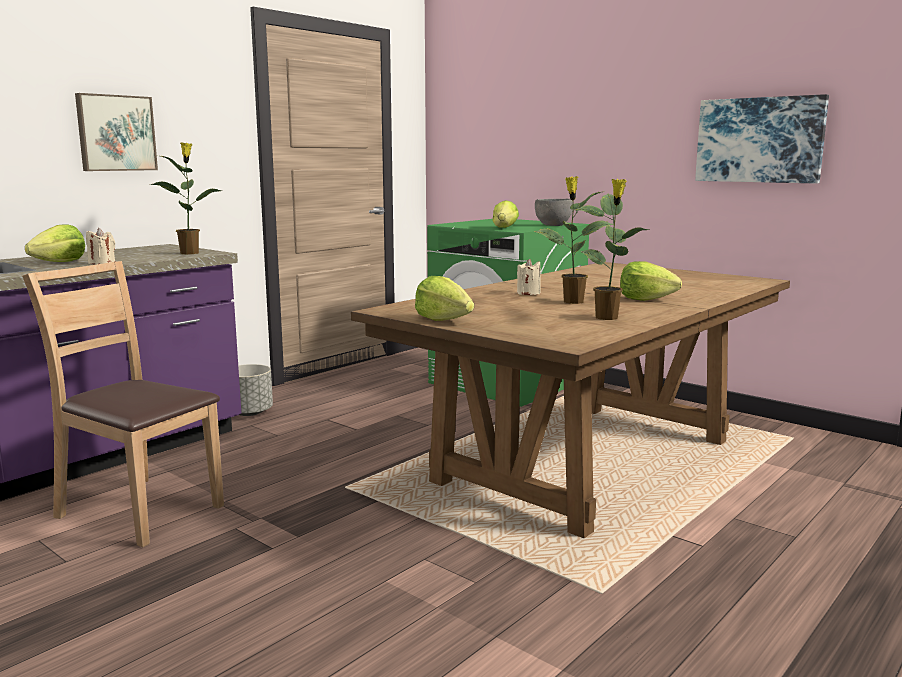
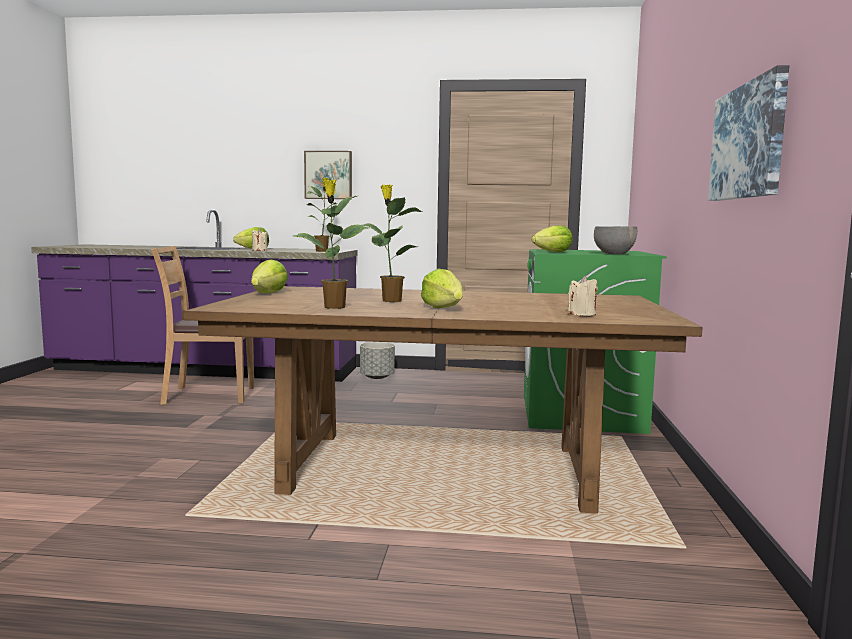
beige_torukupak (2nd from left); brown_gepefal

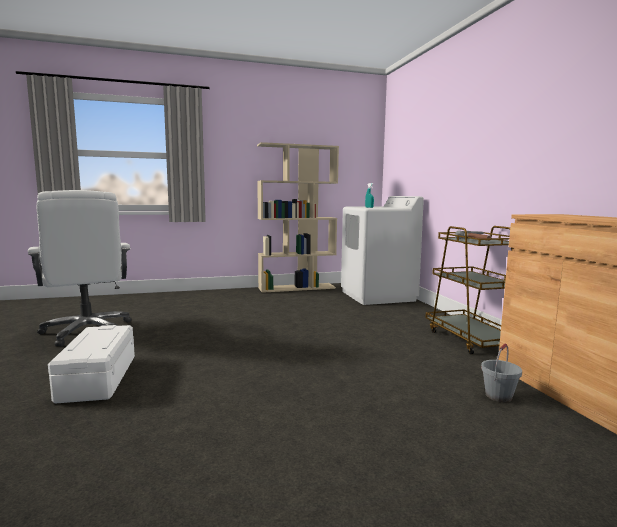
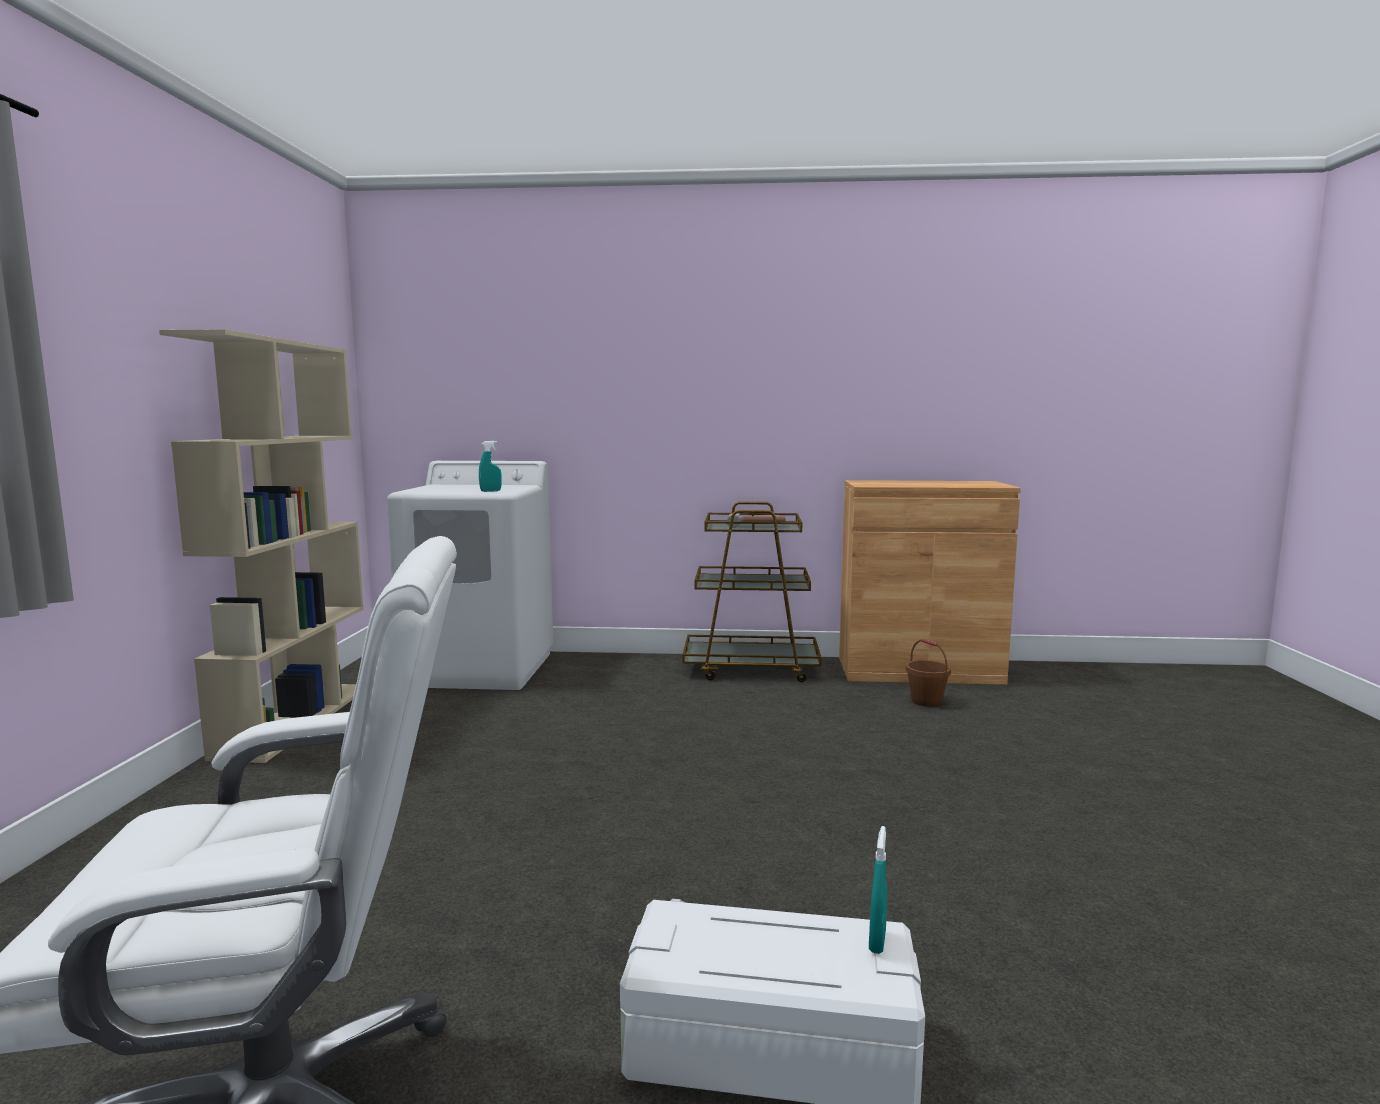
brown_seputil; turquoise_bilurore (2nd from left)

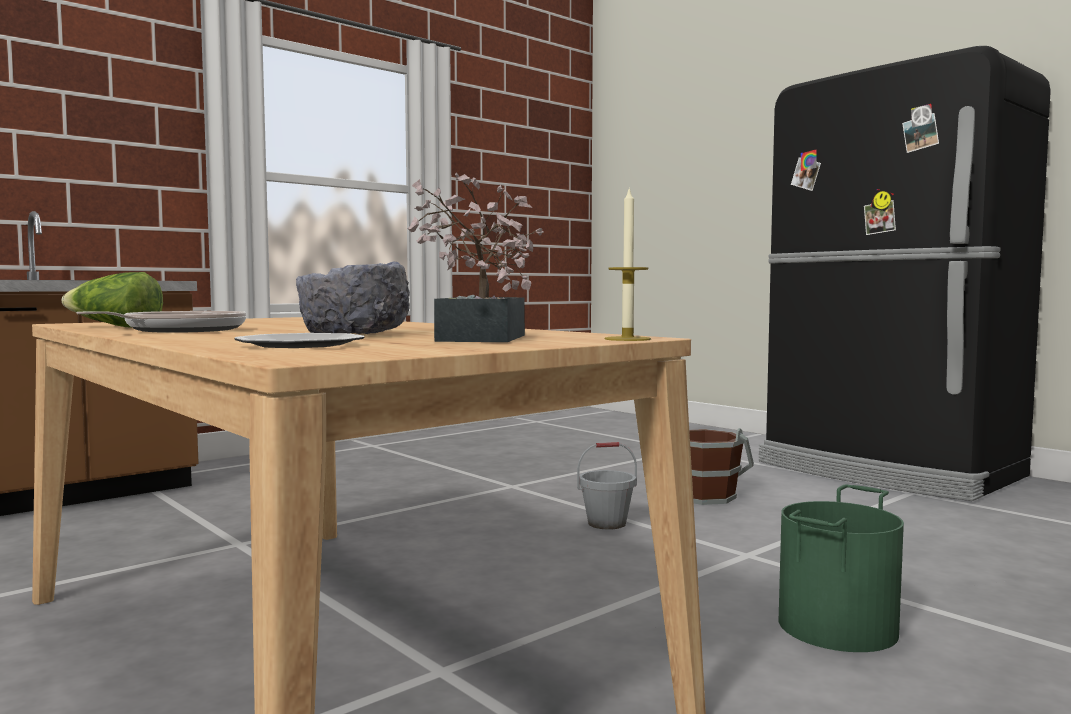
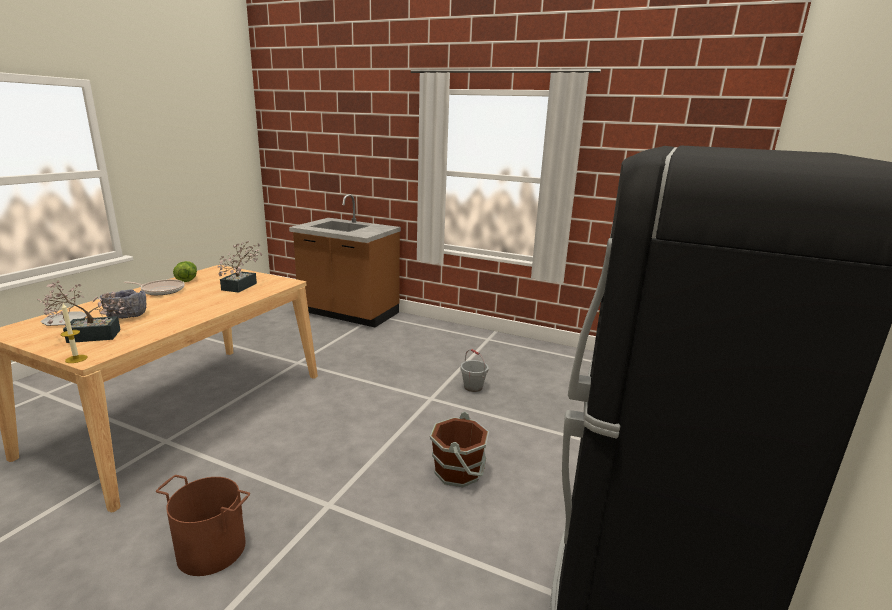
grey_seputil; brown_seputil (1st from left); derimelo (2nd from left)

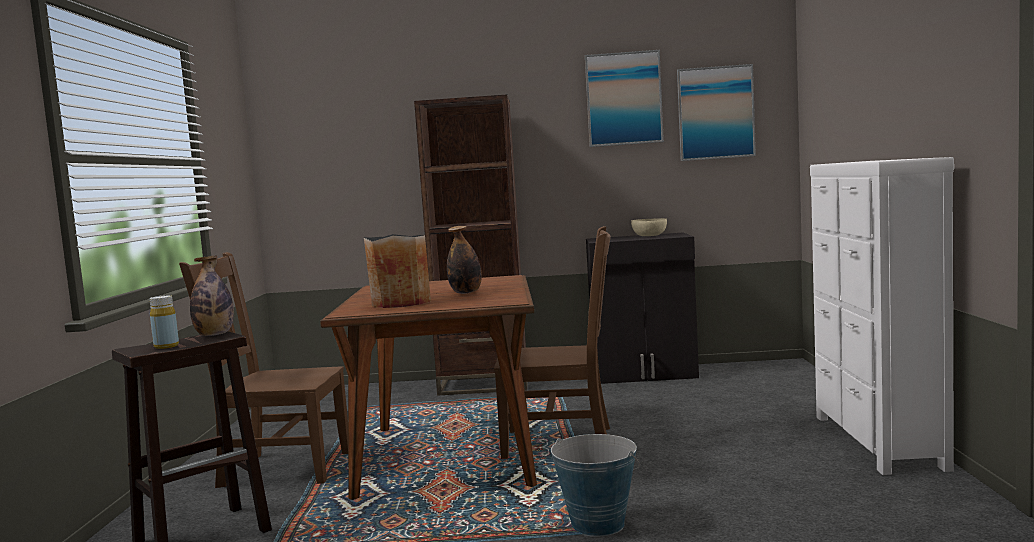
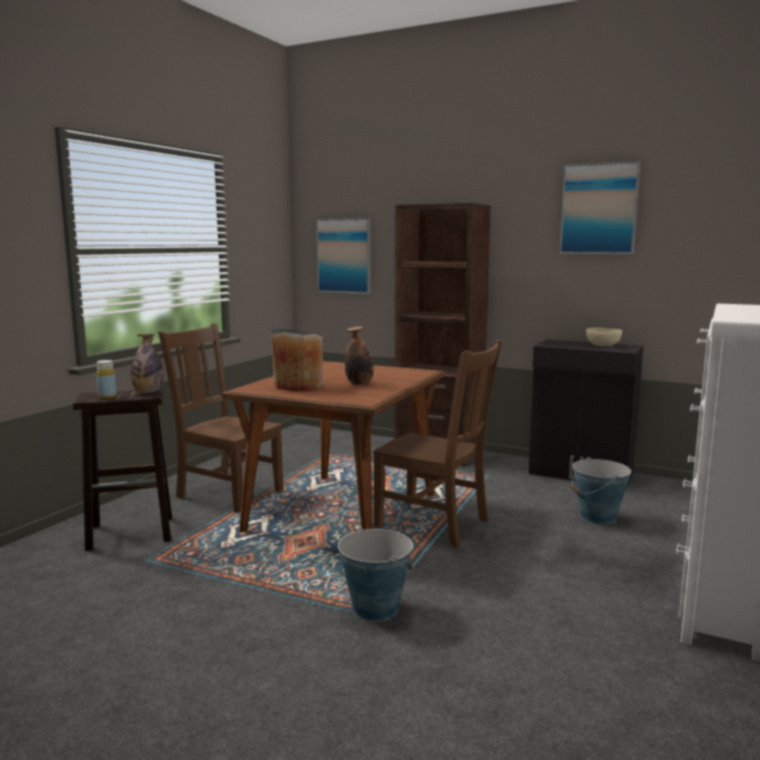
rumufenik (1st from left); seputil (2nd from left)

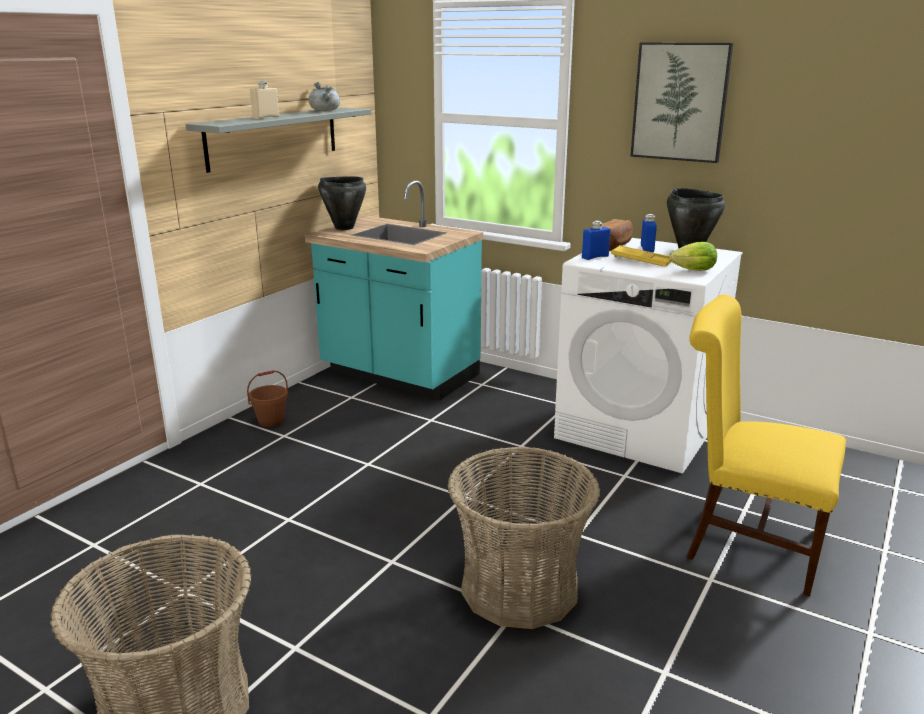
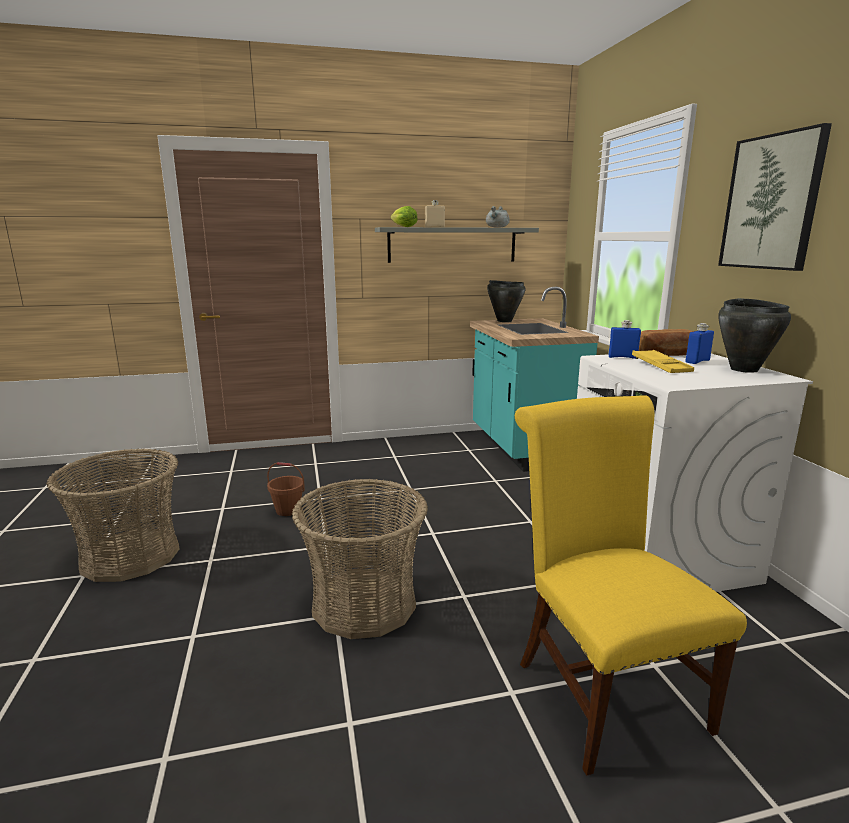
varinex; brown_seputil

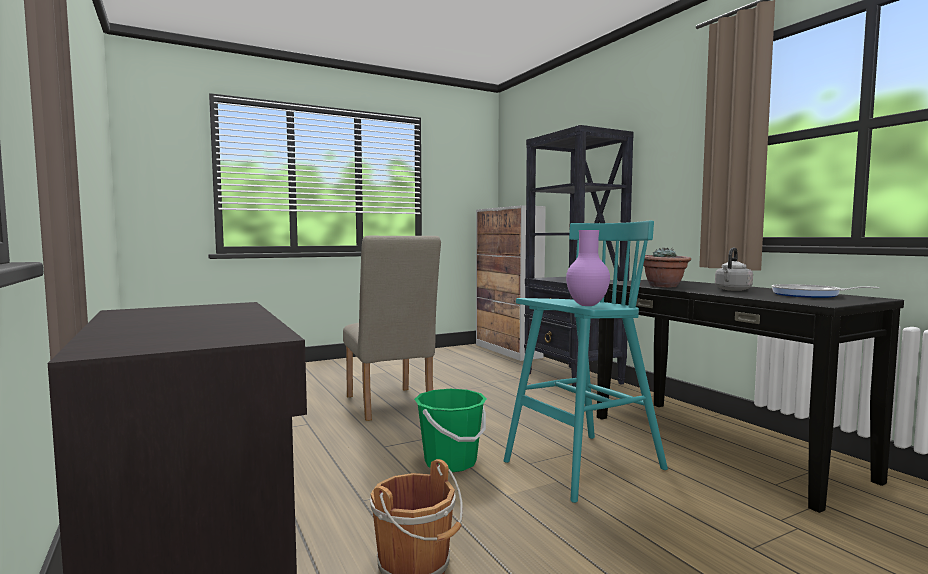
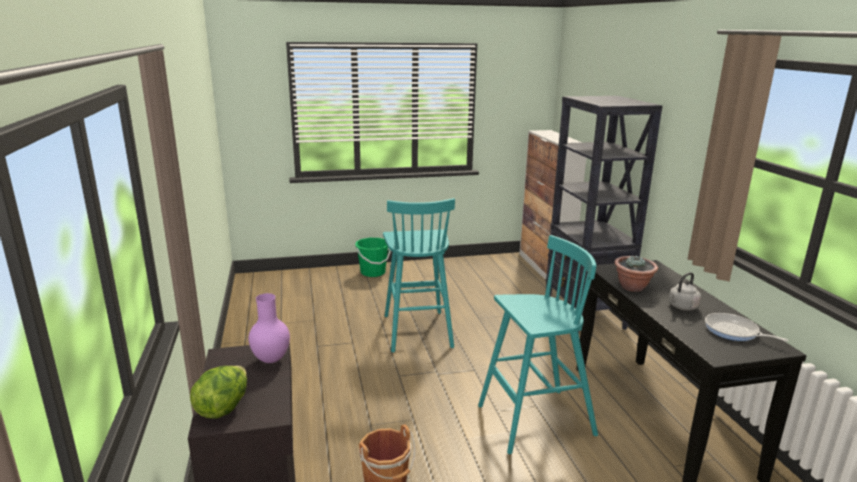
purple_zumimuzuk; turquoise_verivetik (1st from left); green_seputil; varinex

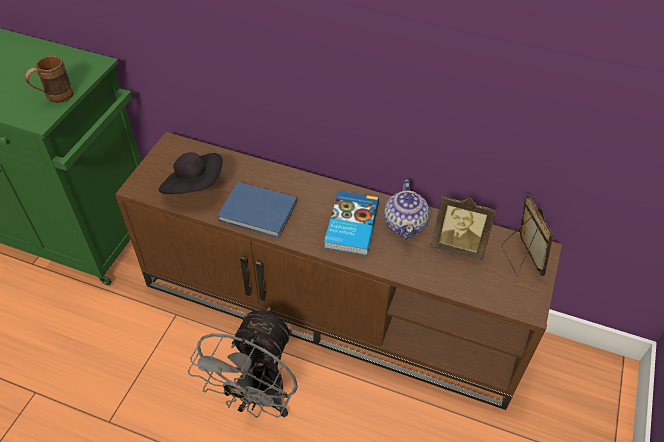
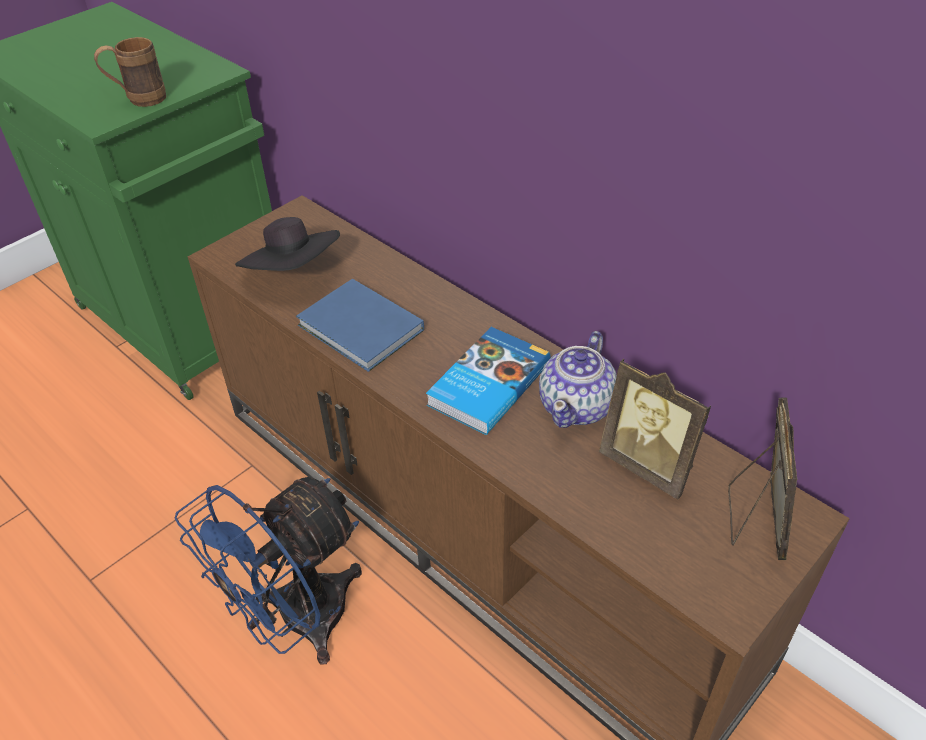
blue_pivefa

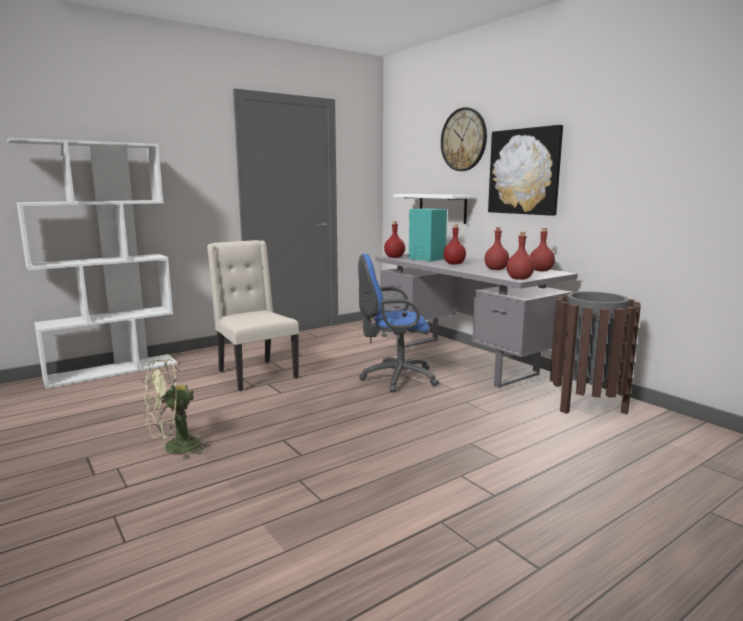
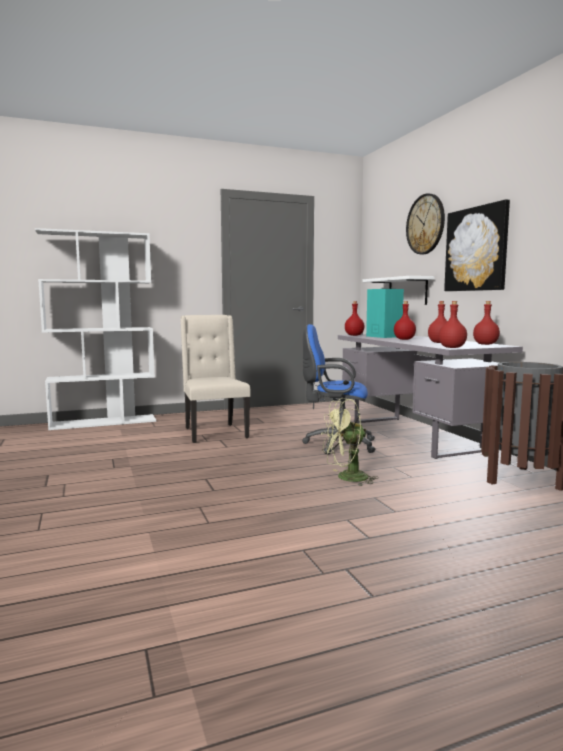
green_pivefa

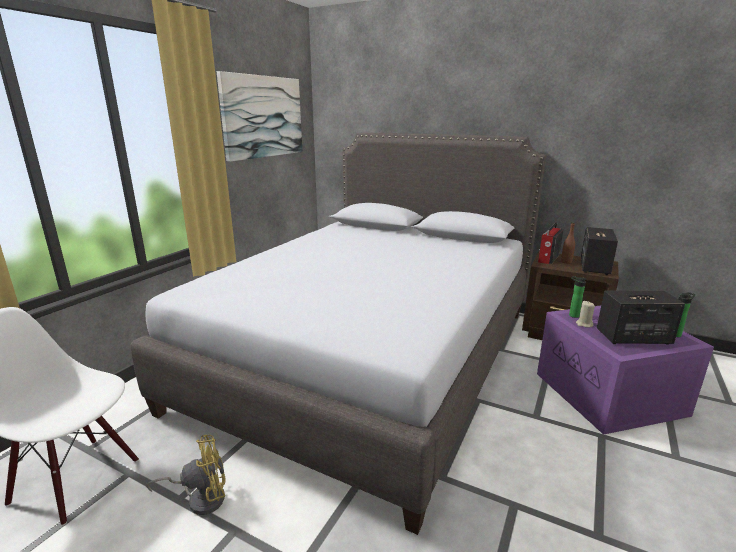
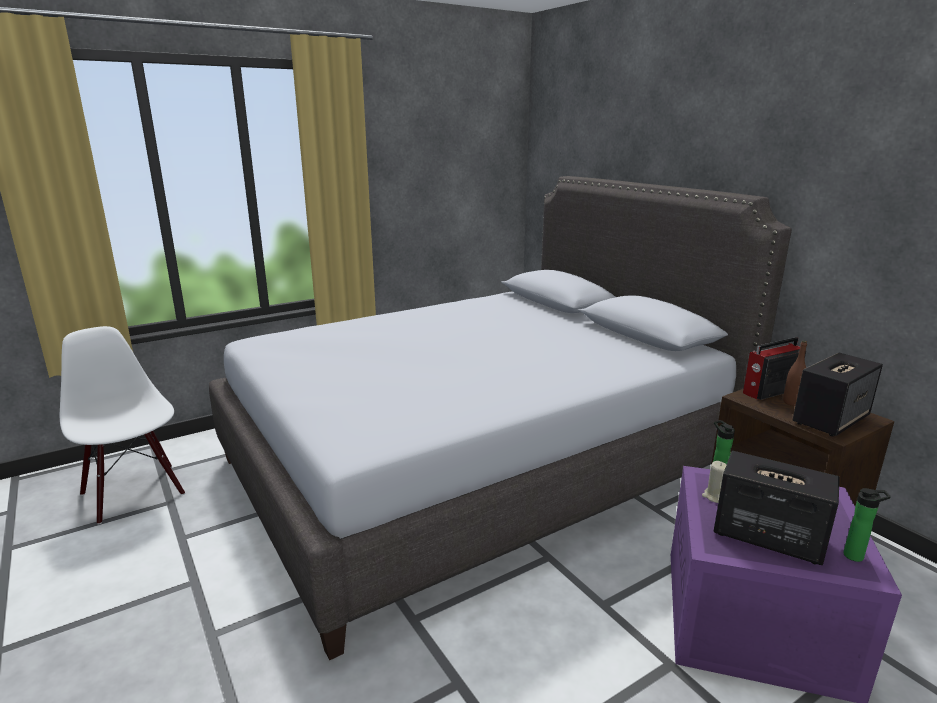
rumufenik; yellow_pivefa

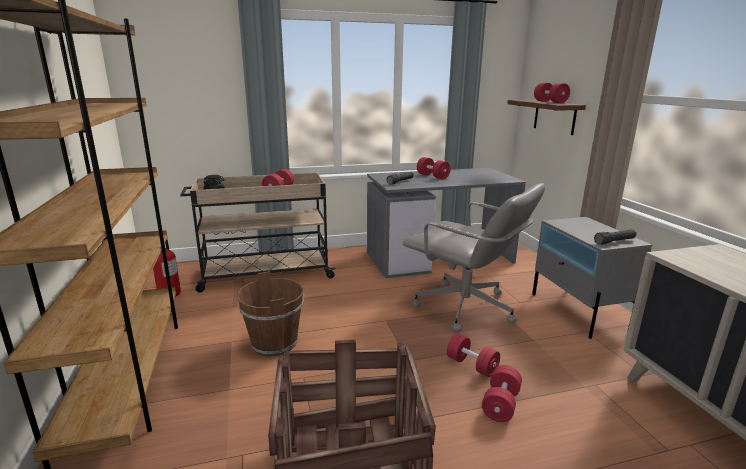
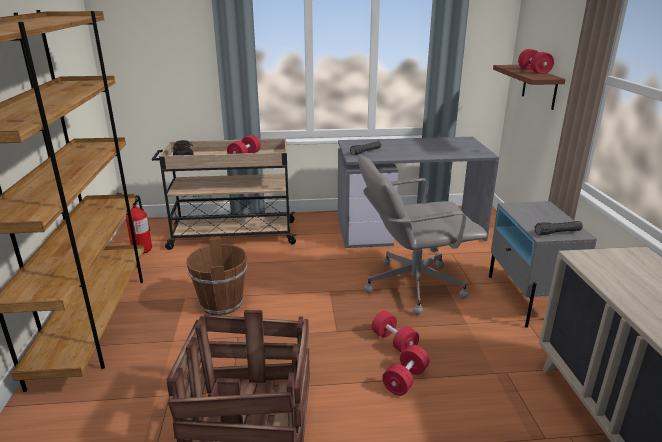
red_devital (2nd from left in the first image); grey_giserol

